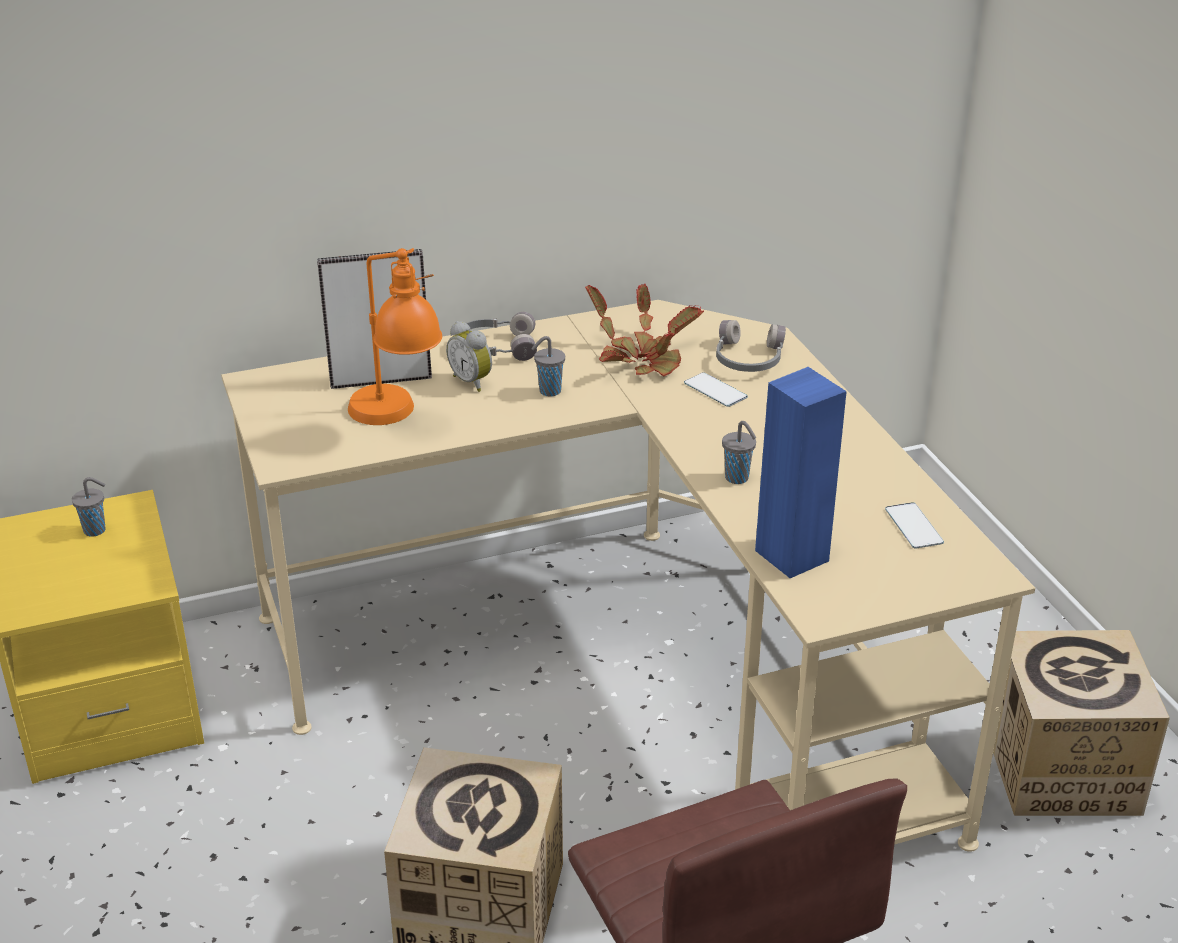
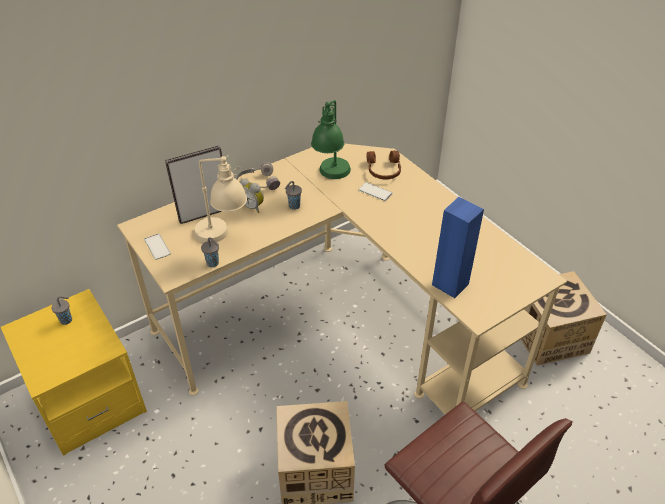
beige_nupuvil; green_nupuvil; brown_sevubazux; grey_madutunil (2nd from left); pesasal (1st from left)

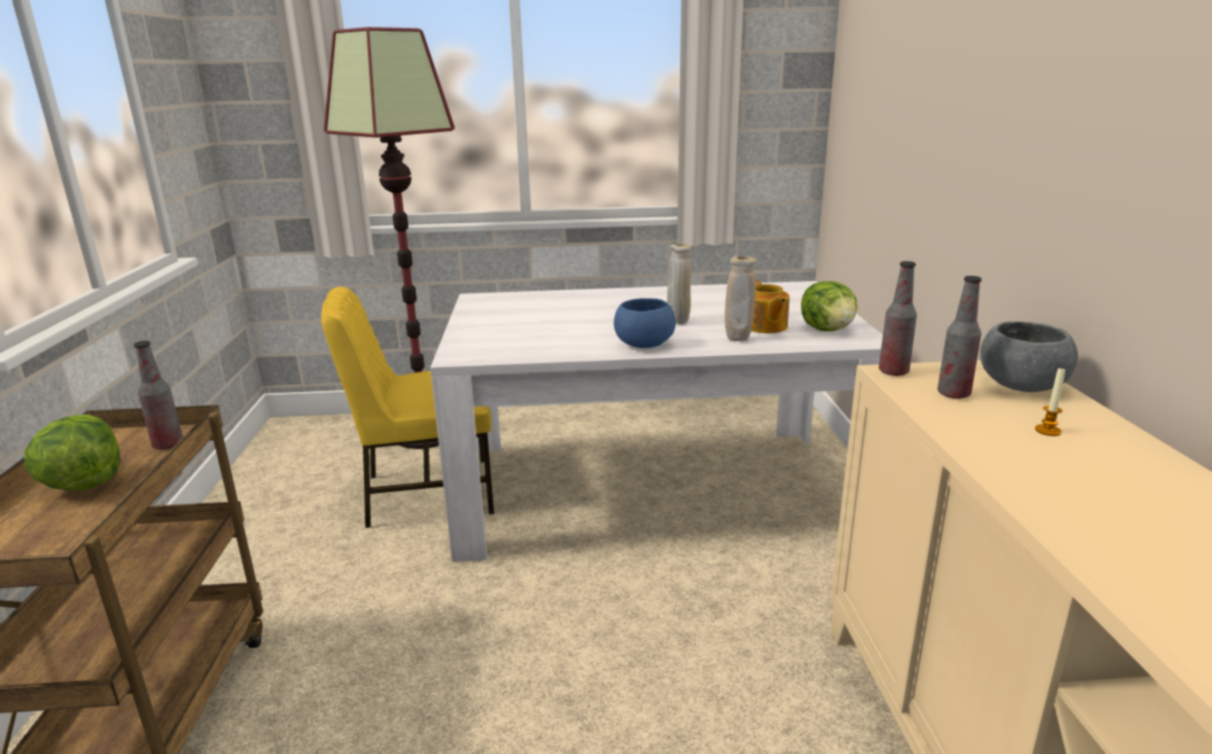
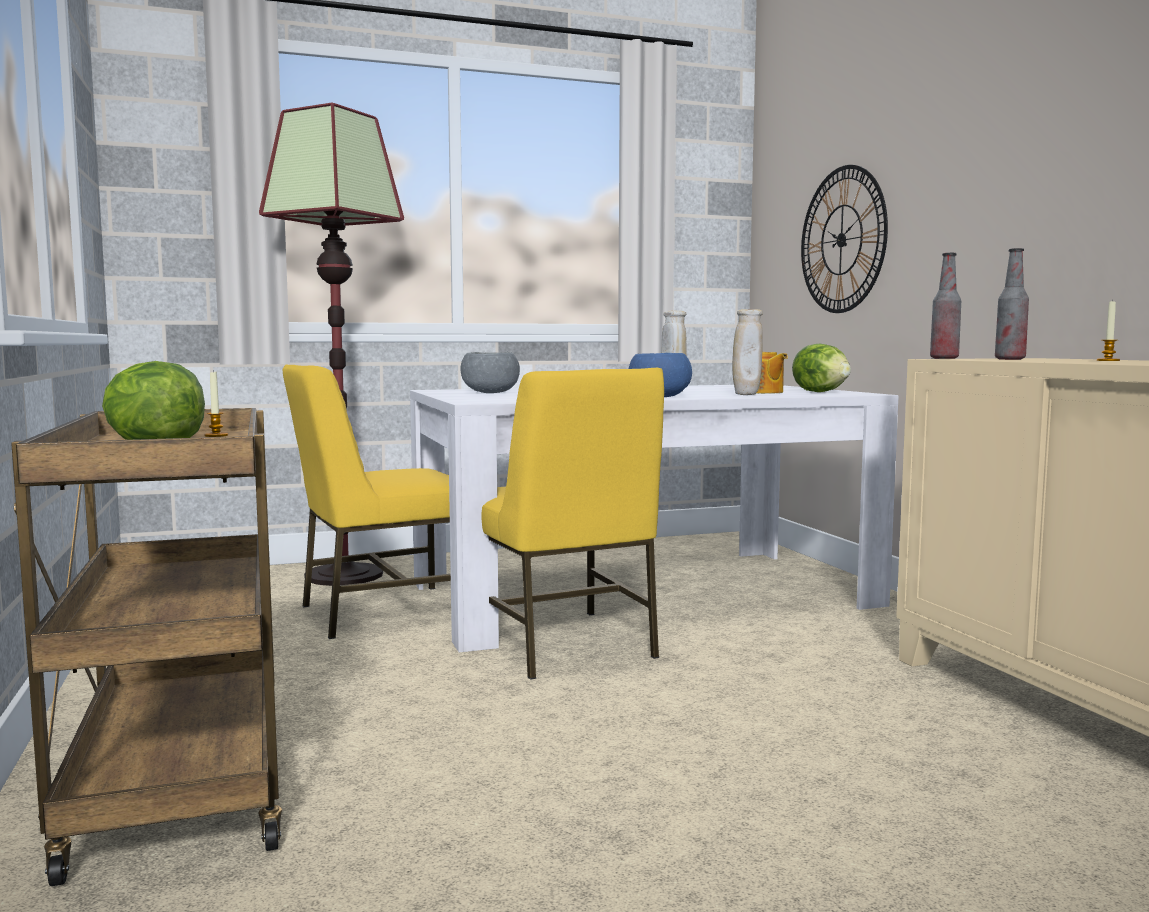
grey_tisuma; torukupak (1st from left); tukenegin; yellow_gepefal (2nd from left)

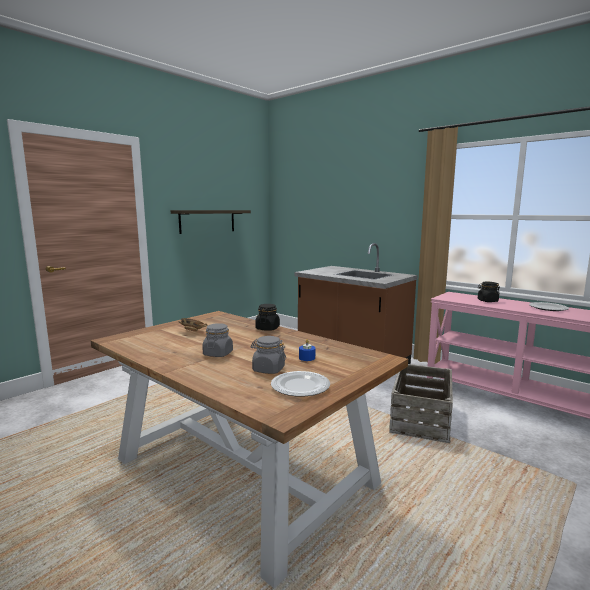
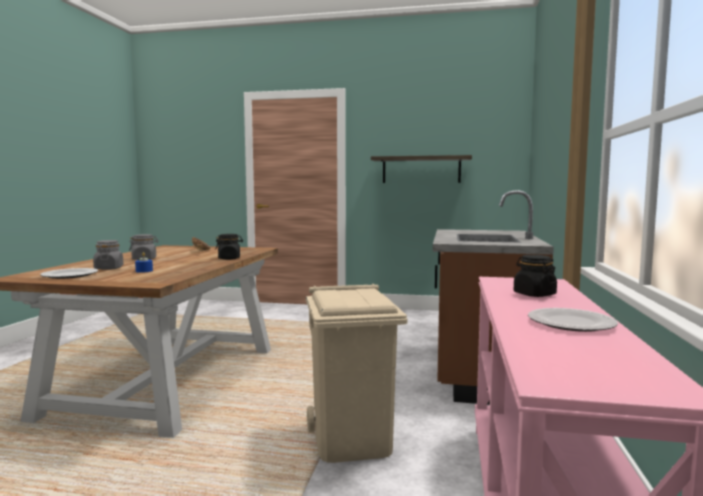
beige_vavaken

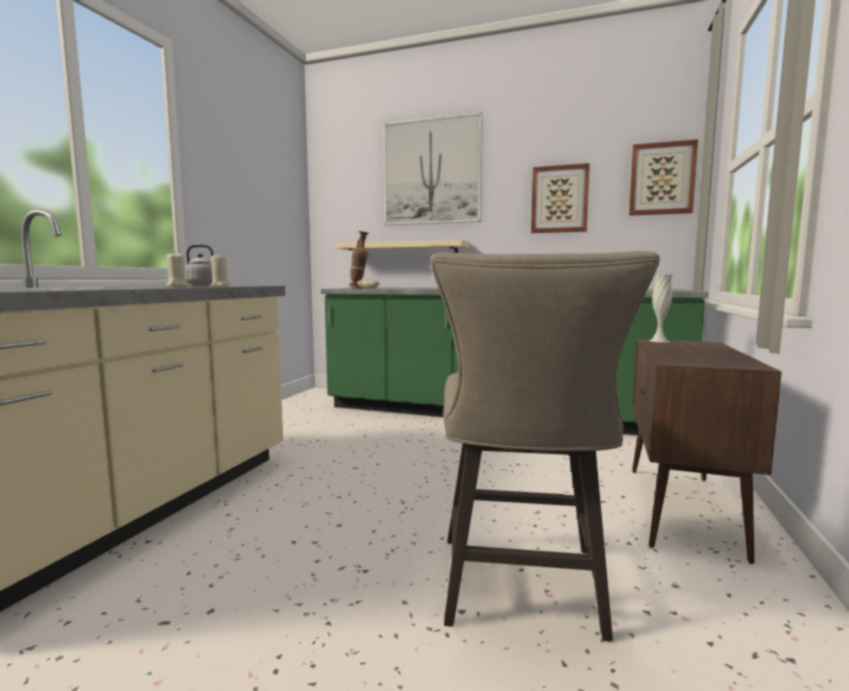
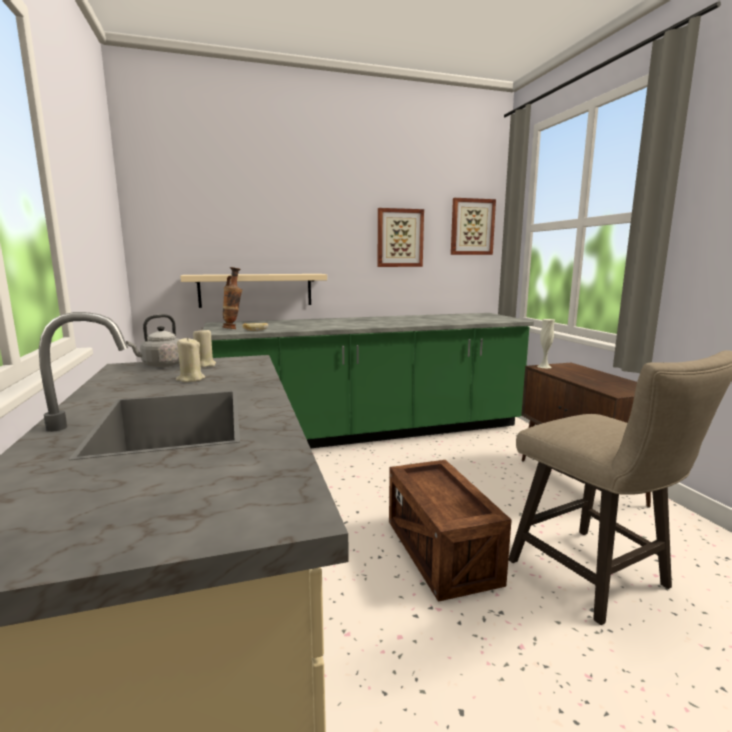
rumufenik (1st from left in the first image); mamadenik

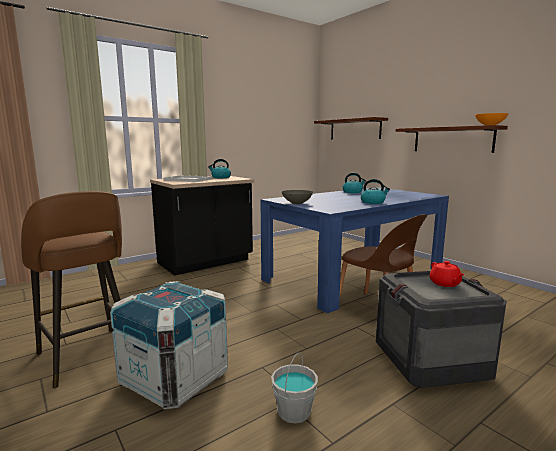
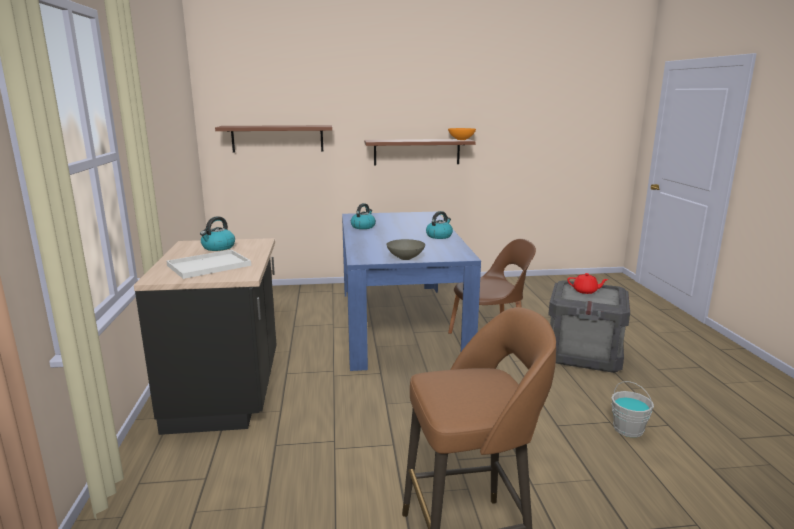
mamadenik (1st from left in the first image)

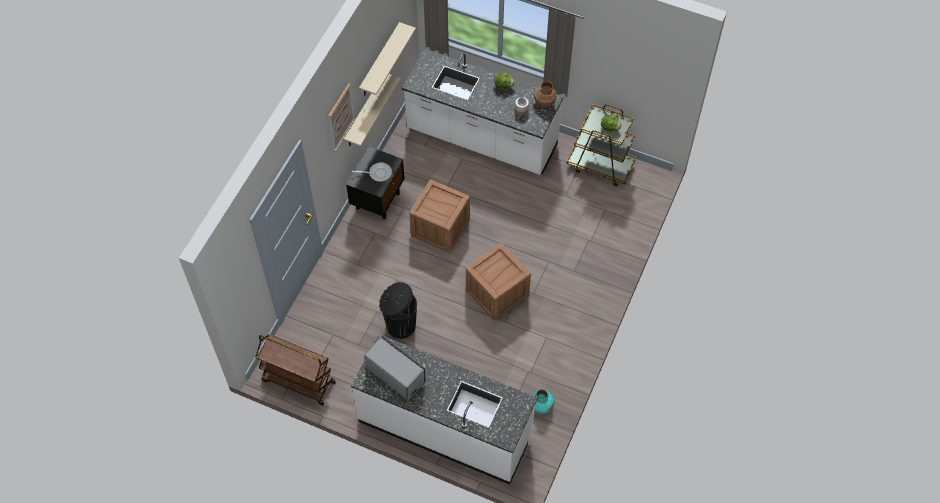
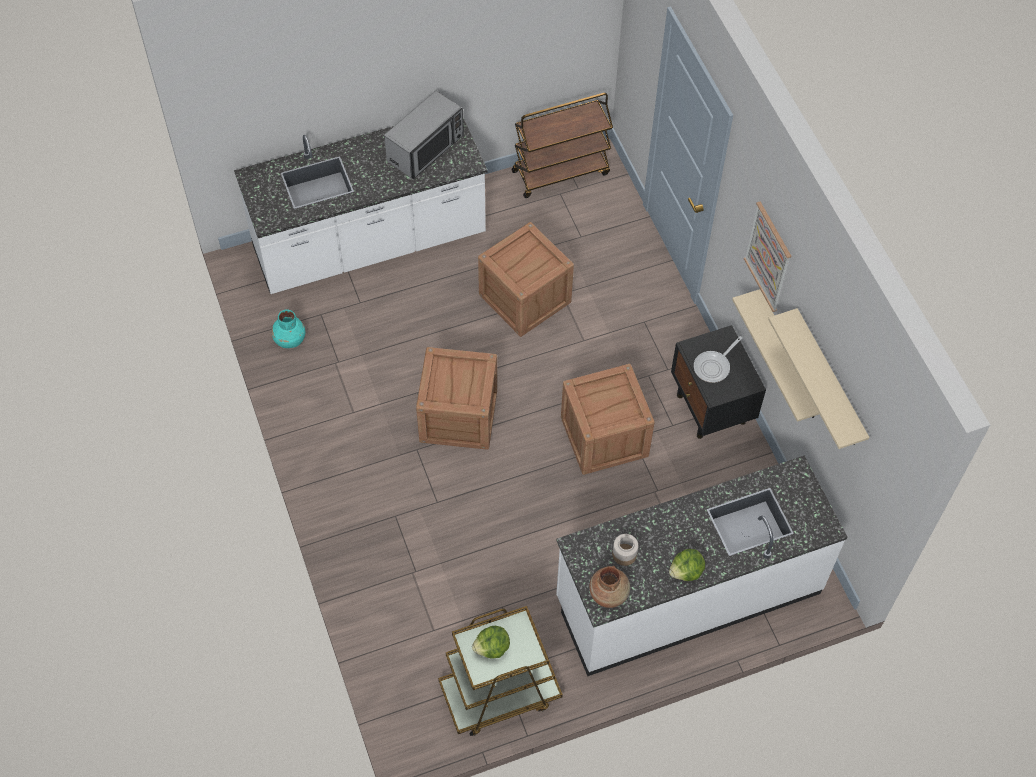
mamadenik (2nd from left); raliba

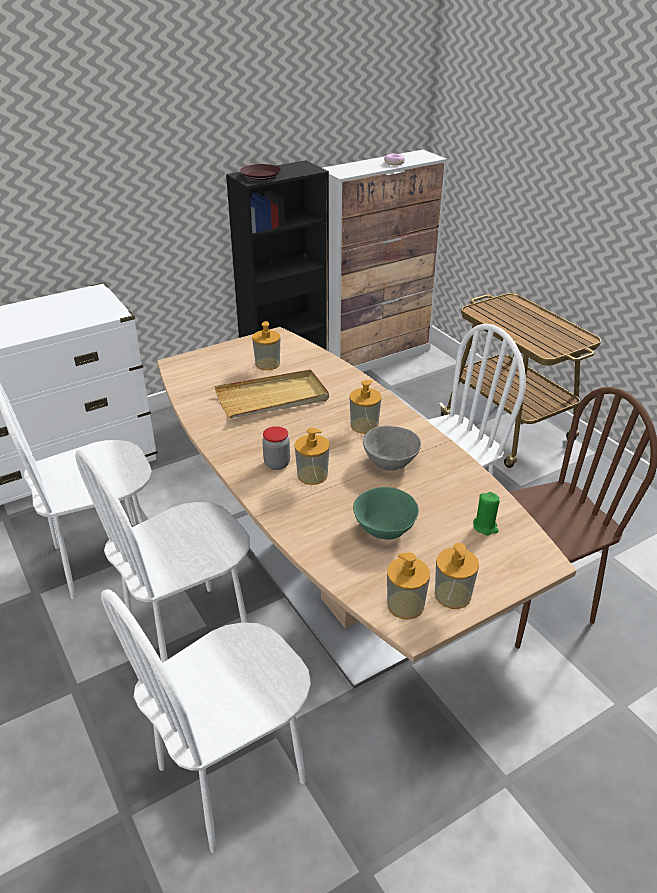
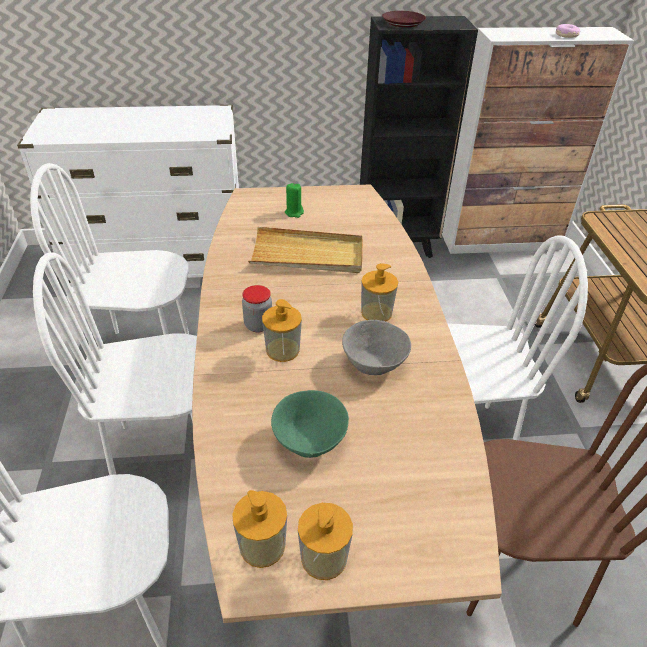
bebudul (1st from left in the first image); green_torukupak

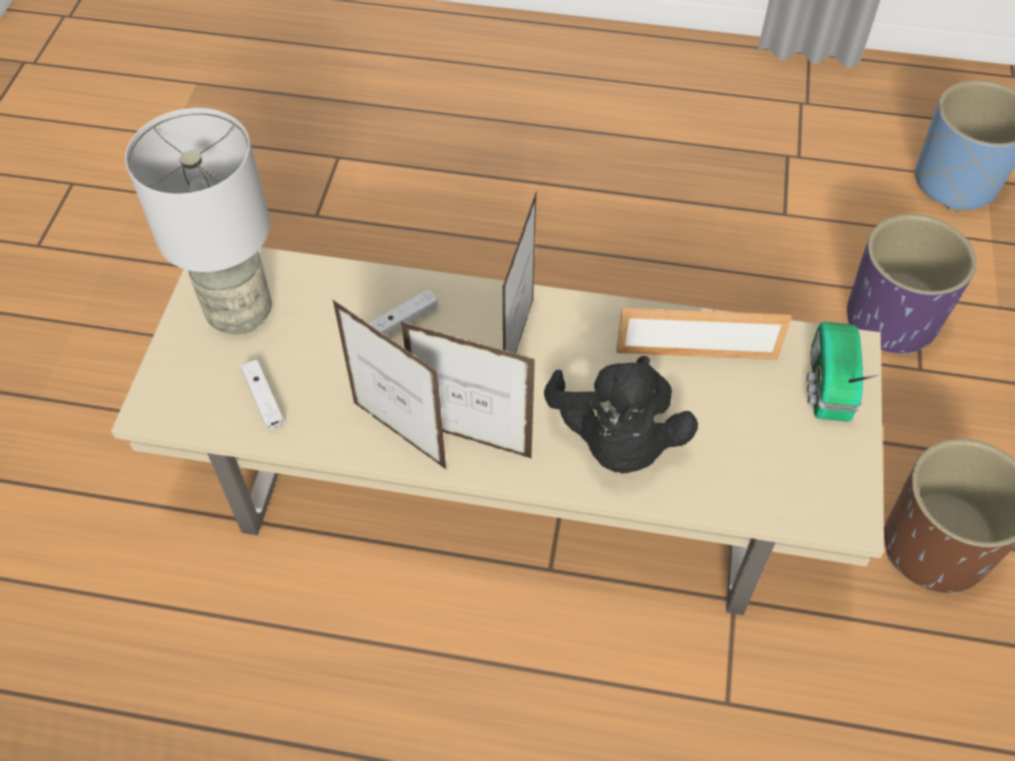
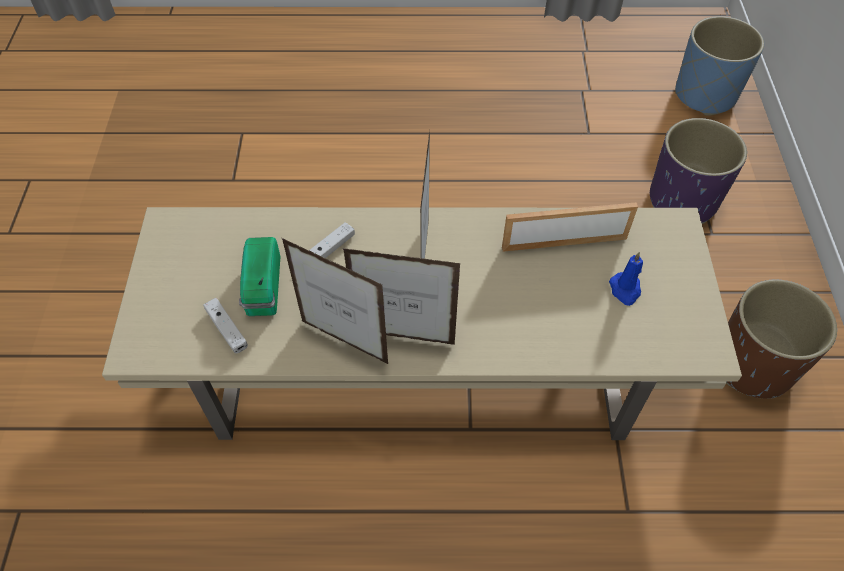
grey_nupuvil; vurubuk; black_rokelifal; blue_torukupak

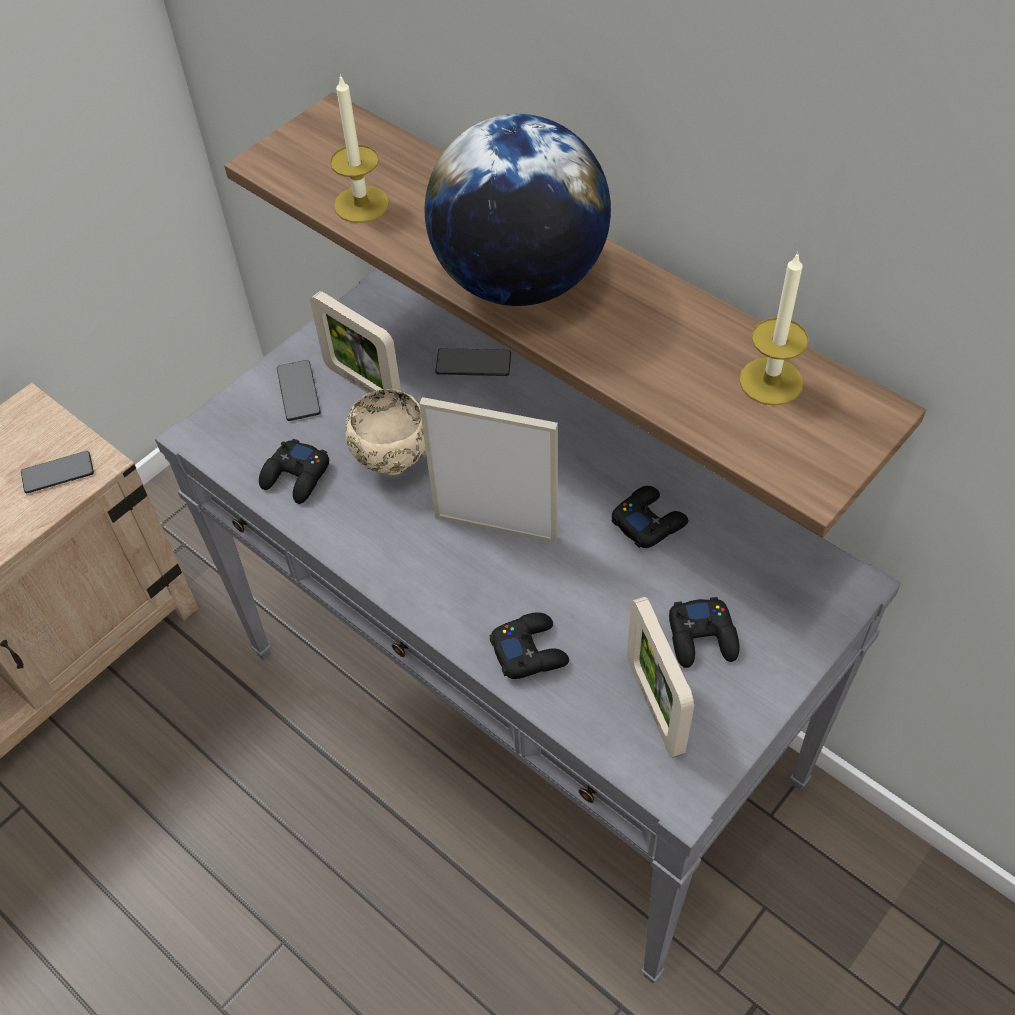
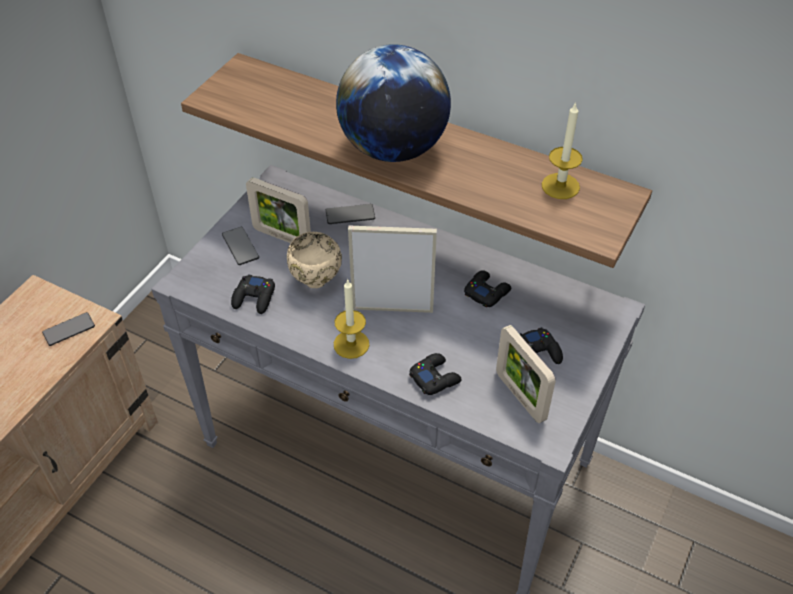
torukupak (1st from left)

